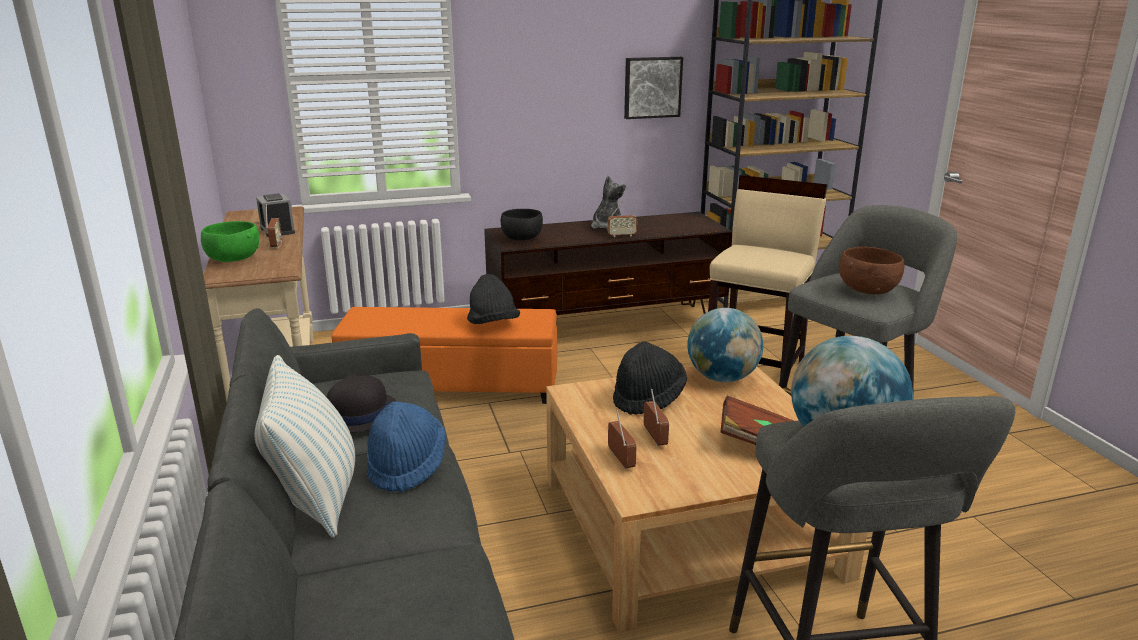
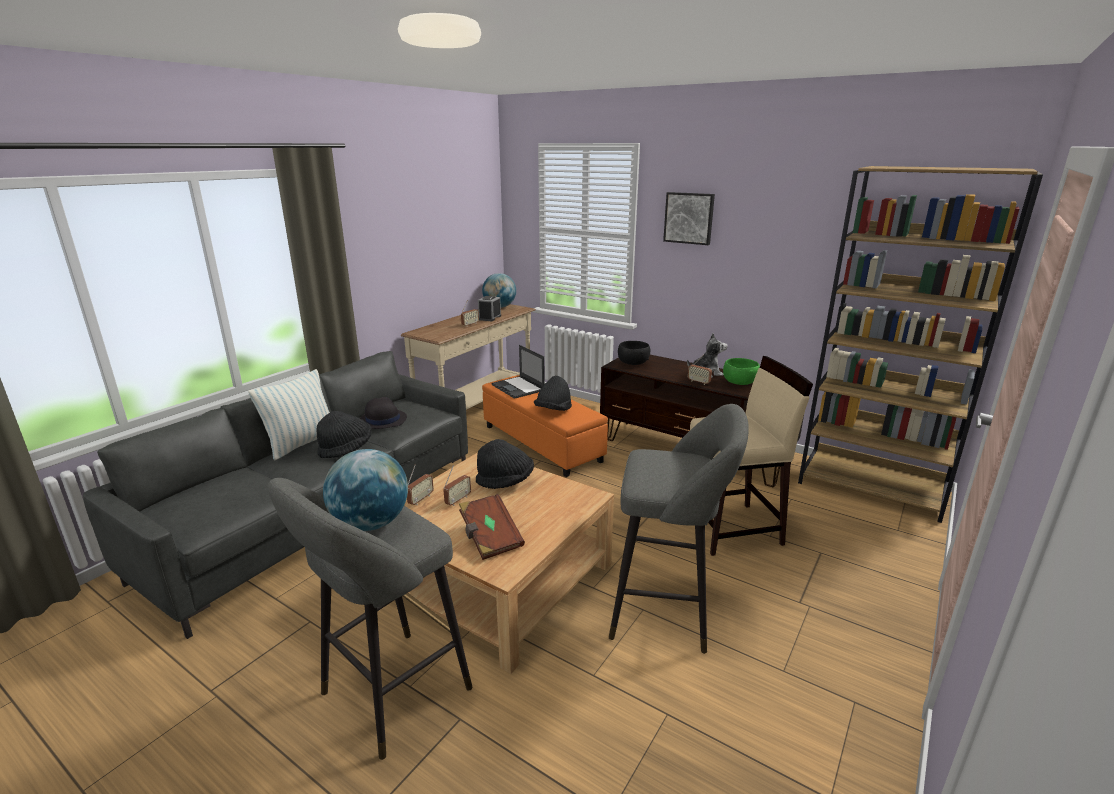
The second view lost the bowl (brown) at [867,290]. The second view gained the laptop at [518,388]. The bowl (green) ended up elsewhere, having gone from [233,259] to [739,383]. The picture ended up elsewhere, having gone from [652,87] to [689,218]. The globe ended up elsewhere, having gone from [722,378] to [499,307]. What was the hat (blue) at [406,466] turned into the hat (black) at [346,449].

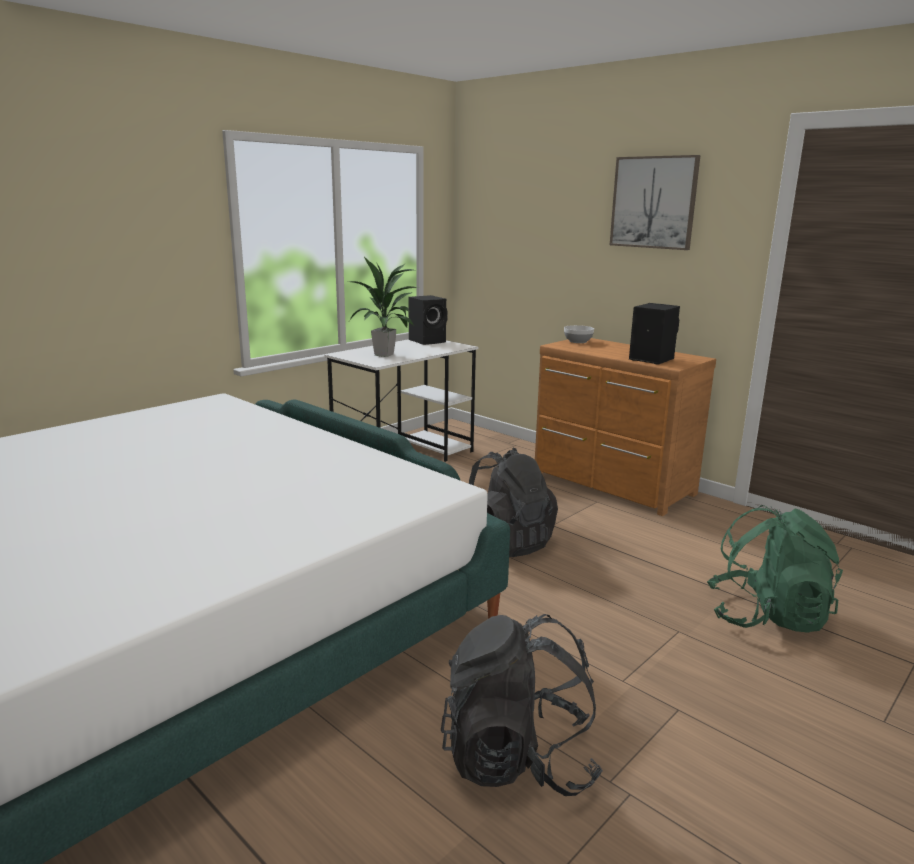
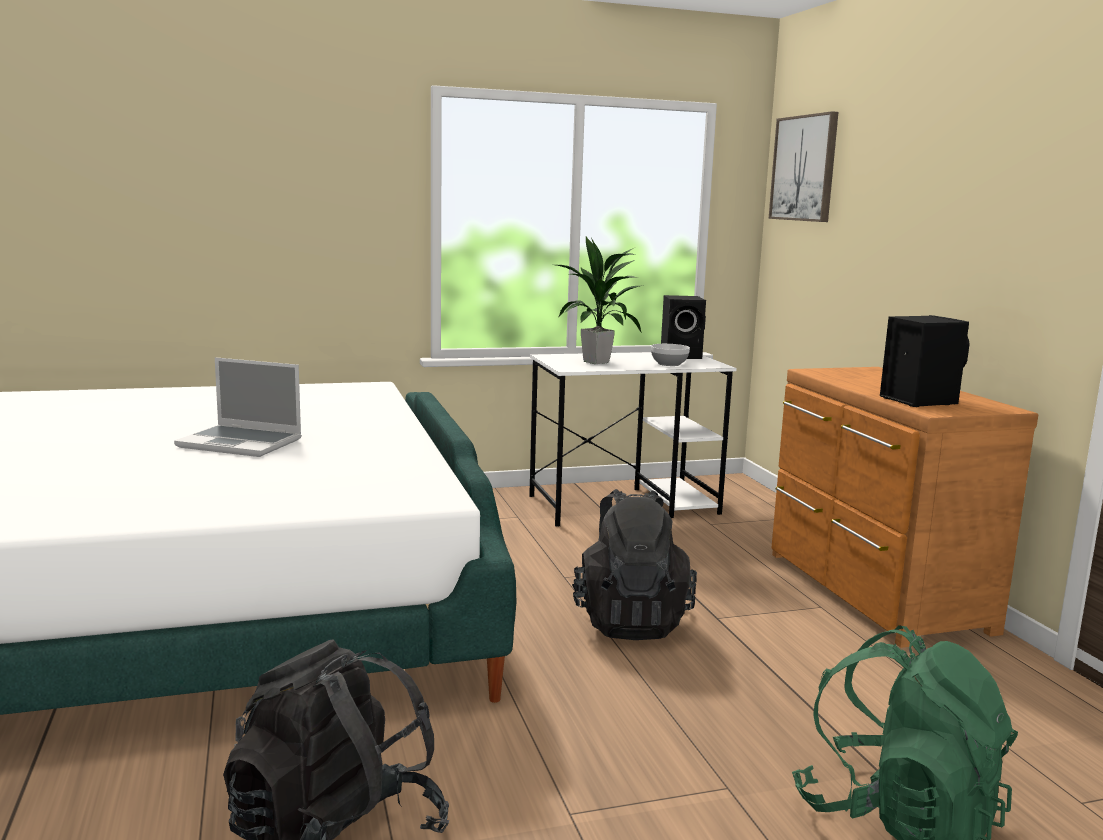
The second view gained the laptop at [242,443]. The bowl ended up elsewhere, having gone from [577,341] to [668,364]. The picture ended up elsewhere, having gone from [654,202] to [804,168].

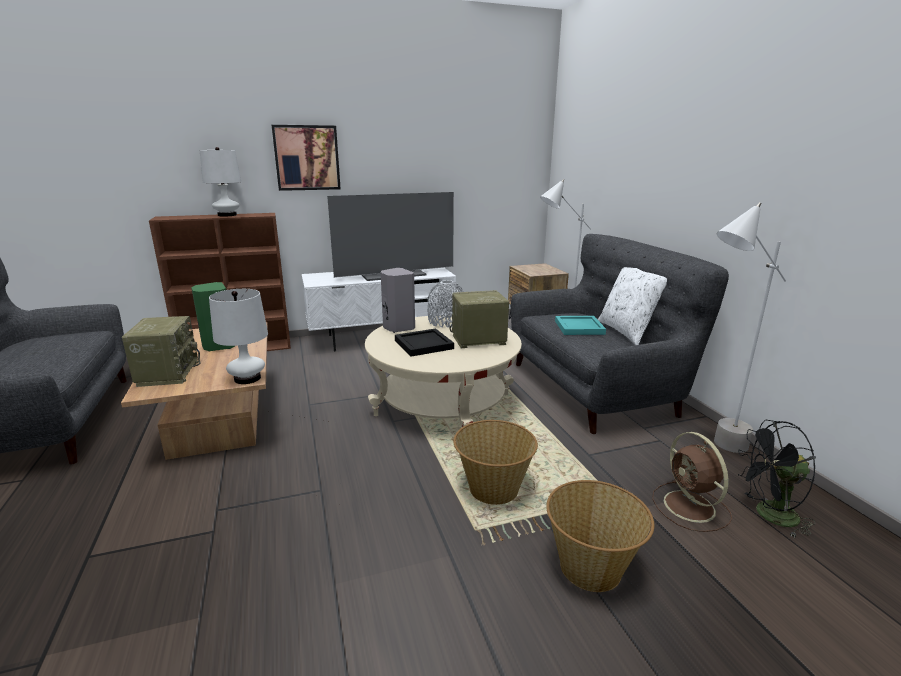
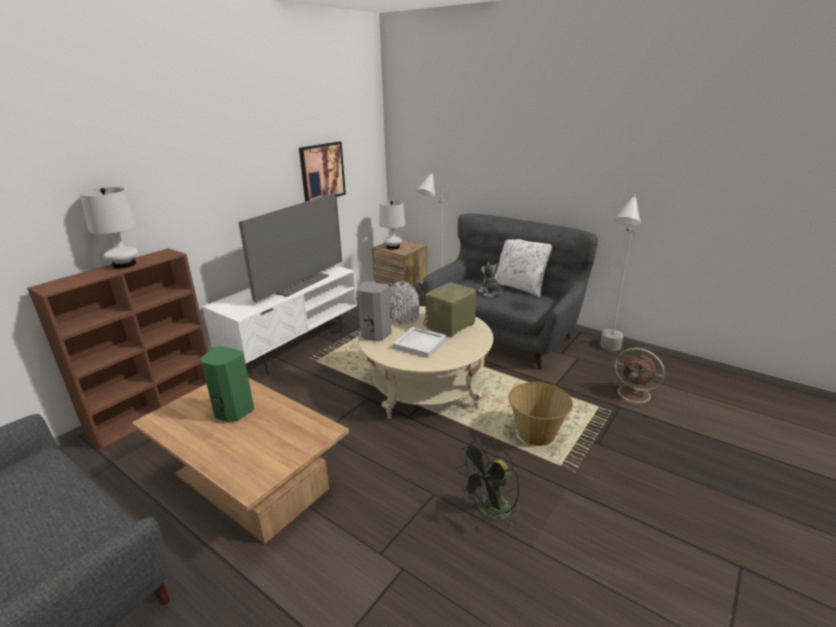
The second view lost the radio at [167,373]. The second view lost the basket at [591,568]. The table lamp (white) ended up elsewhere, having gone from [247,378] to [393,247]. The picture ended up elsewhere, having gone from [307,158] to [322,172]. The fan (black) ended up elsewhere, having gone from [769,516] to [490,513]. Where the tray (turquoise) stood at [578,328], the plush toy came to stand at [490,293]. What was the tray (black) at [423,345] turned into the tray (white) at [420,344].

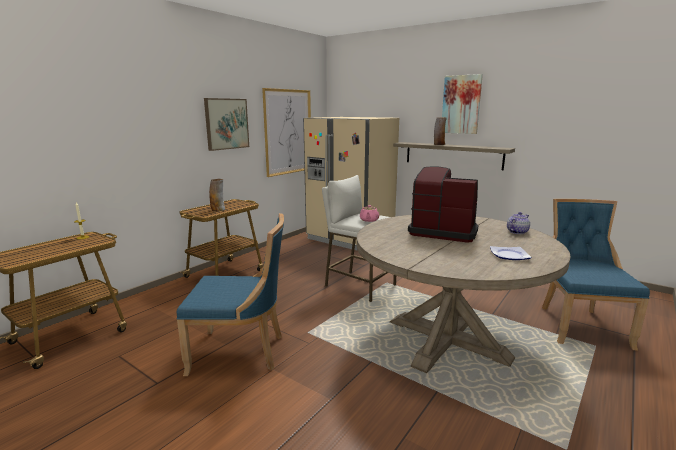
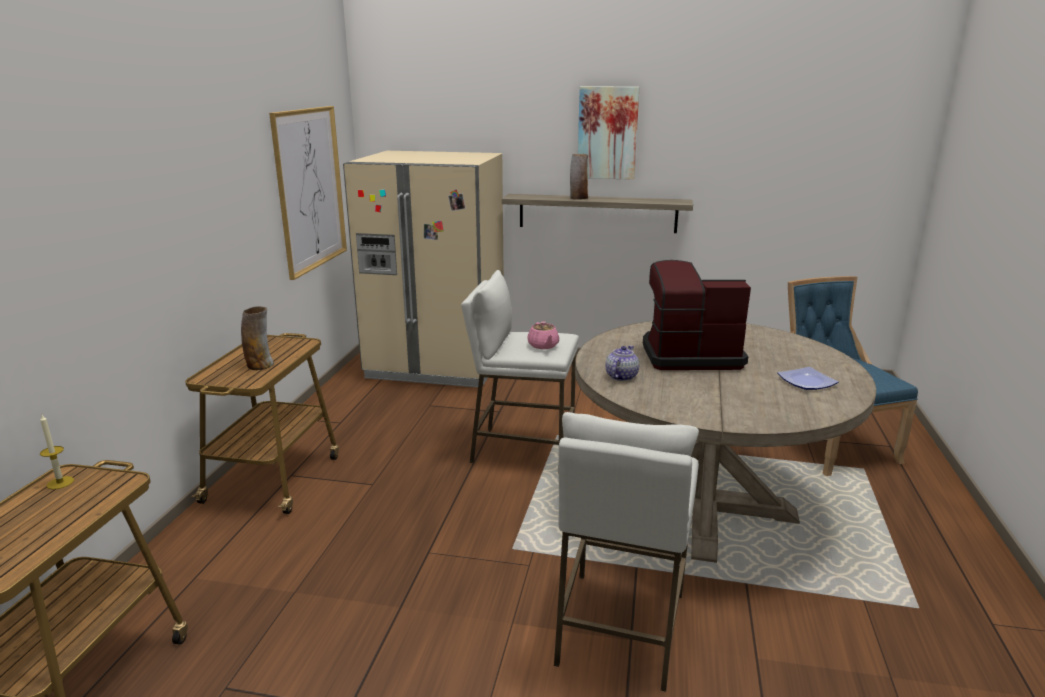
The second view lost the chair (blue) at [241,352]. The second view lost the picture at [226,124]. The second view gained the stool (white) at [620,628]. The teapot ended up elsewhere, having gone from [517,232] to [621,376].

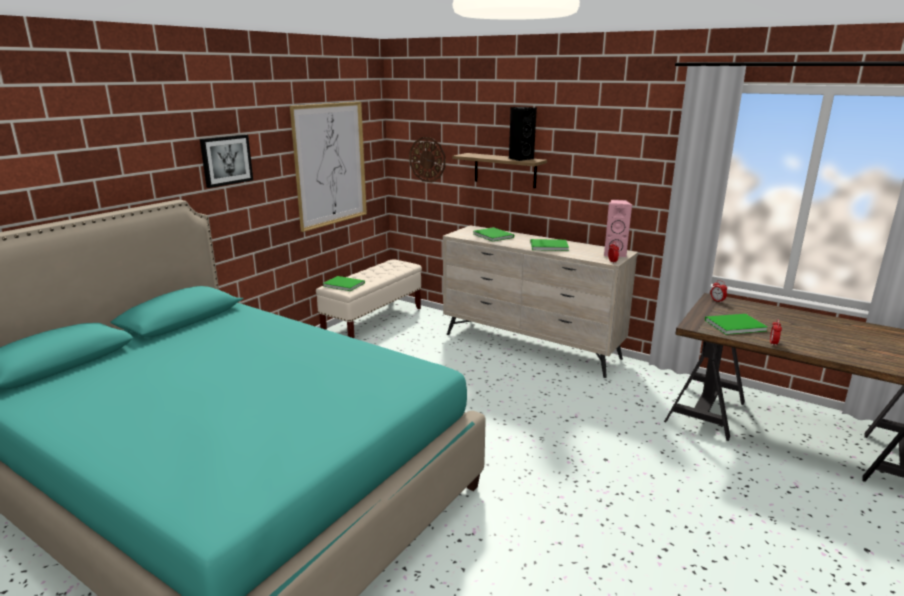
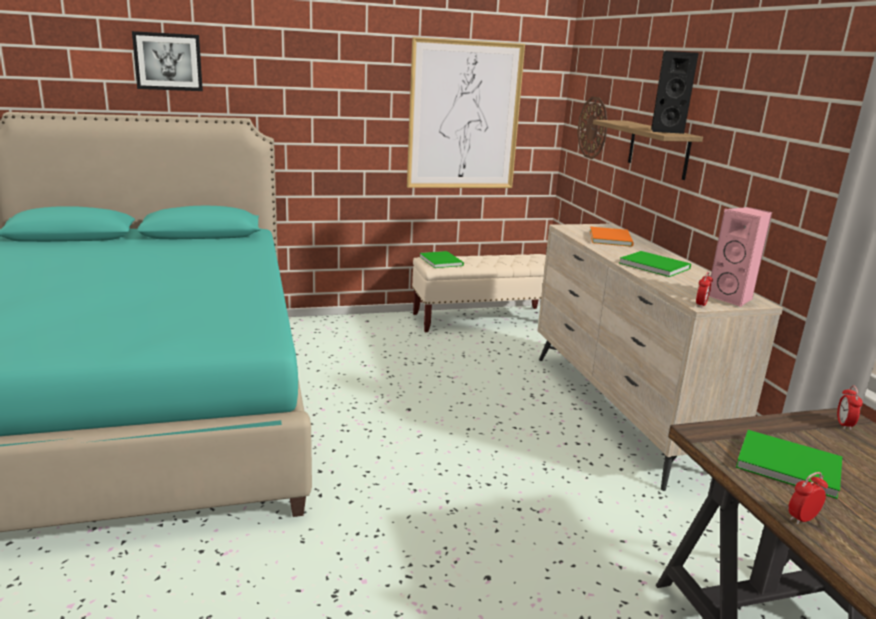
The picture ended up elsewhere, having gone from [226,160] to [168,61]. What was the book (green) at [493,235] turned into the book (orange) at [611,238].

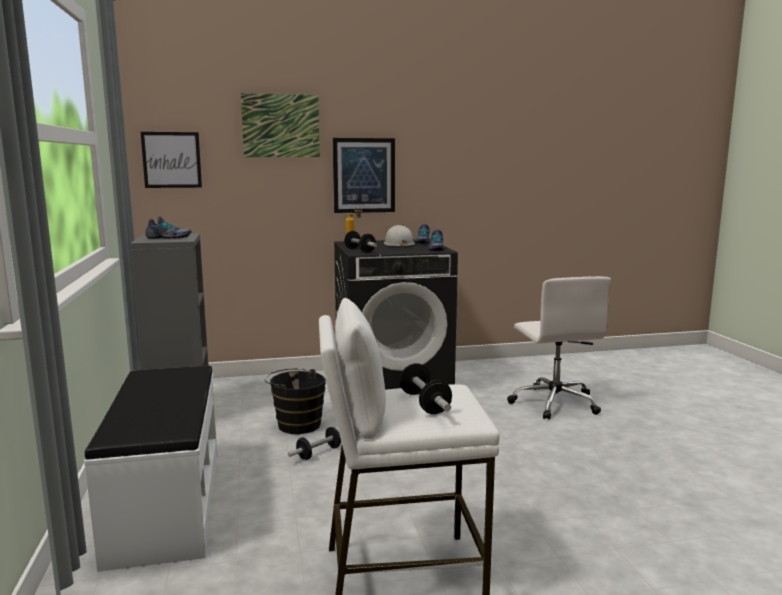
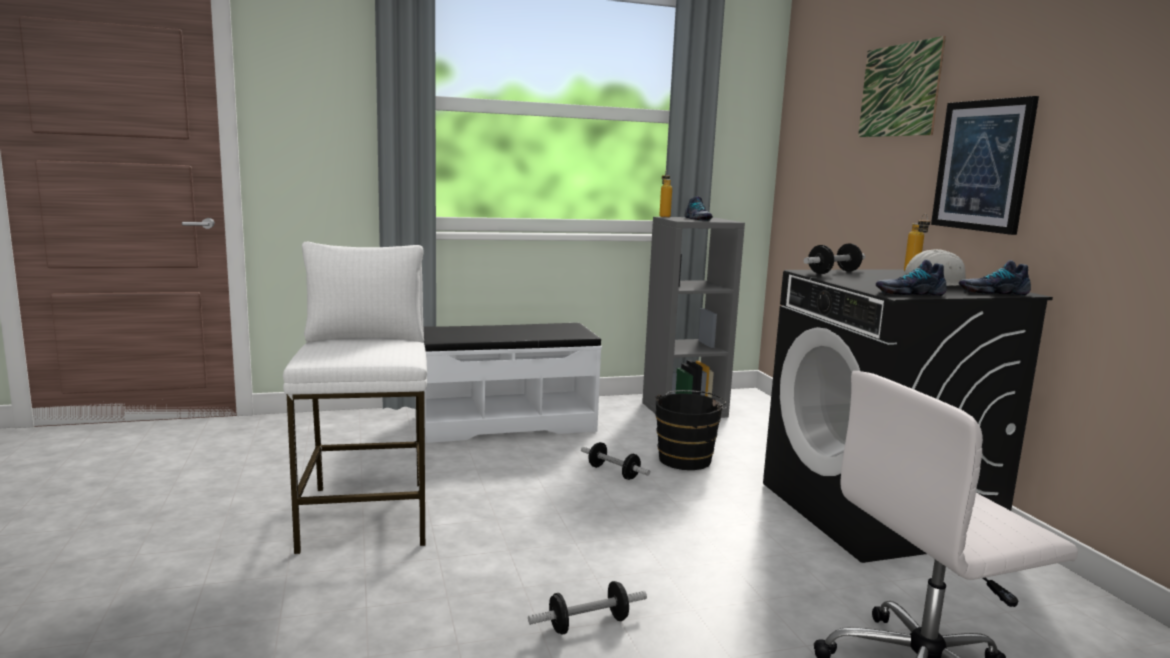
The second view lost the picture at [171,160]. The second view gained the bottle at [664,216]. The dumbbell ended up elsewhere, having gone from [424,403] to [588,624].

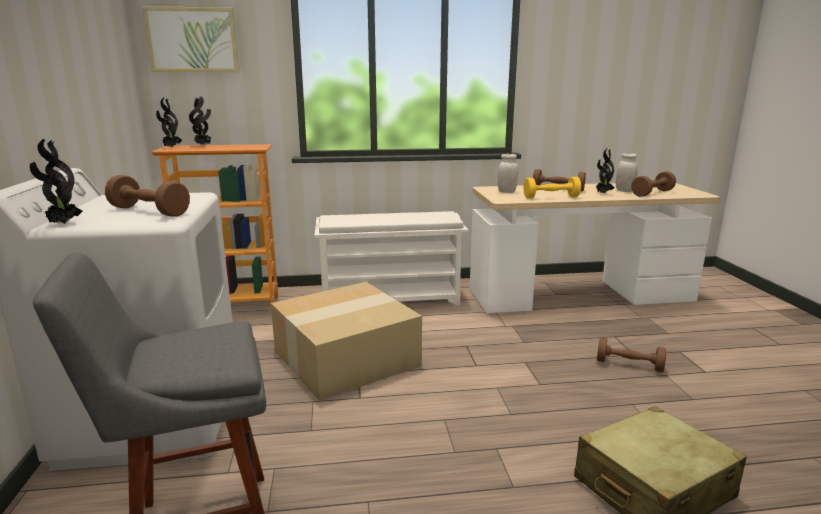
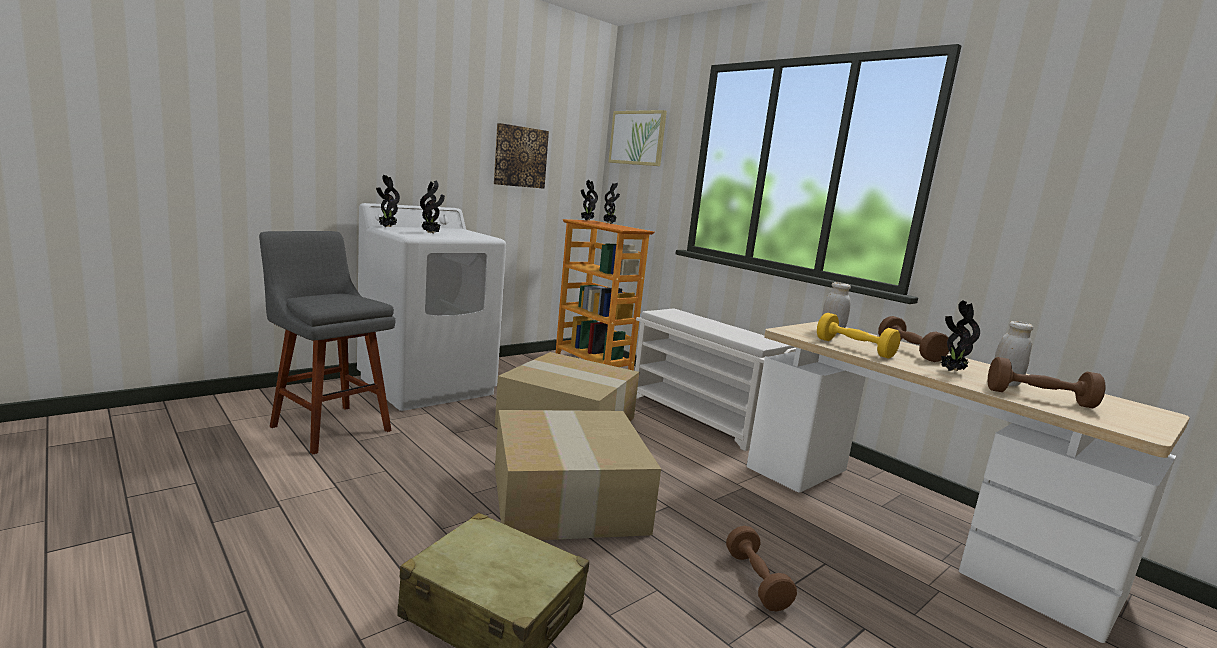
The second view gained the picture at [520,157]. The second view gained the cardboard box at [564,497]. Where the dumbbell (brown) stood at [149,211], the potted plant came to stand at [431,233].

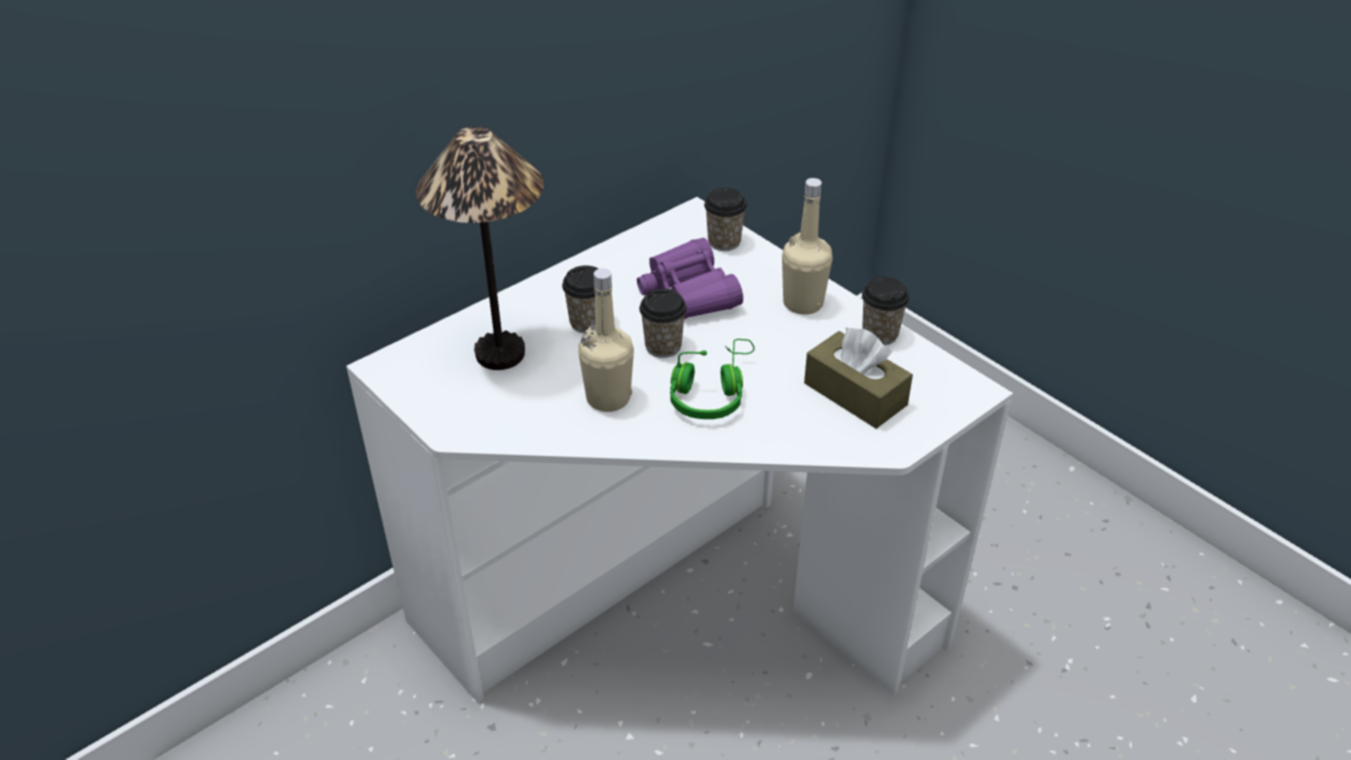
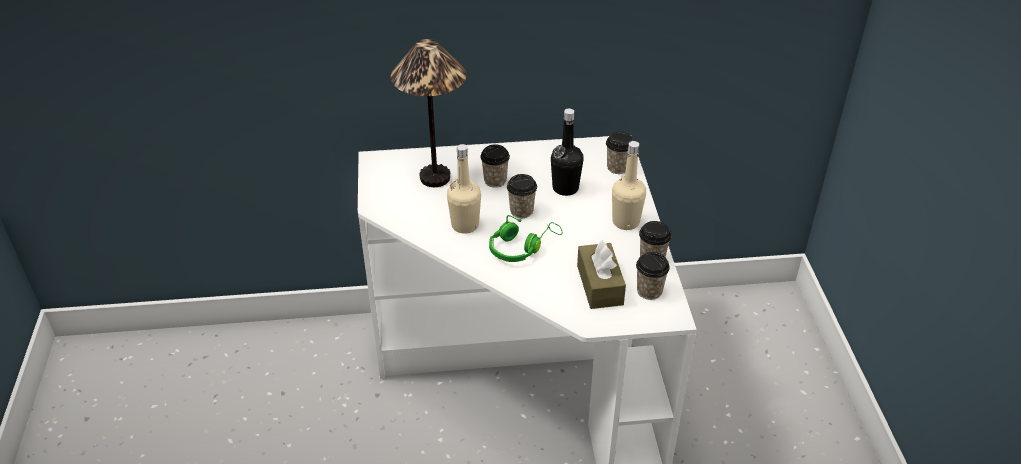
The second view gained the cup at [649,291]. Where the binoculars (purple) stood at [687,294], the bottle (black) came to stand at [565,188].

